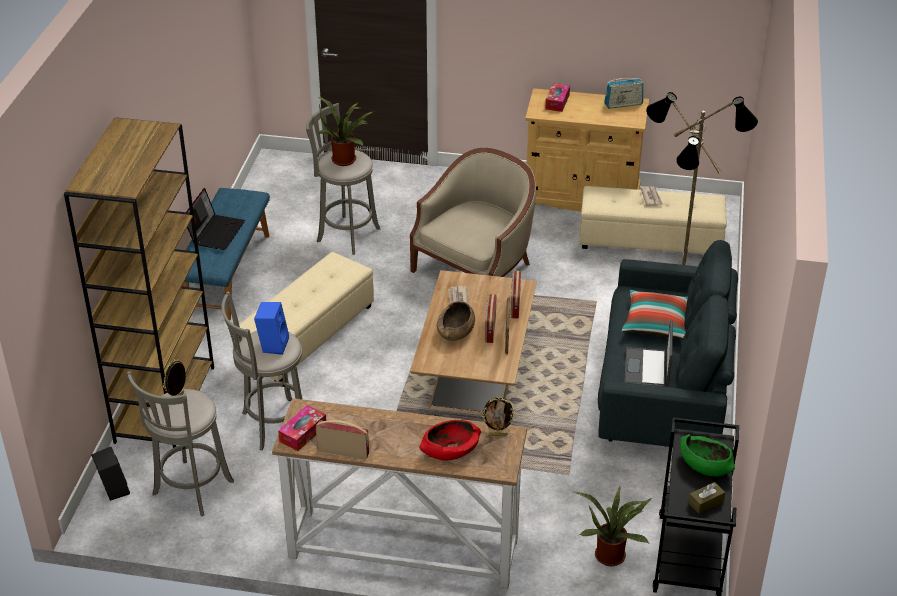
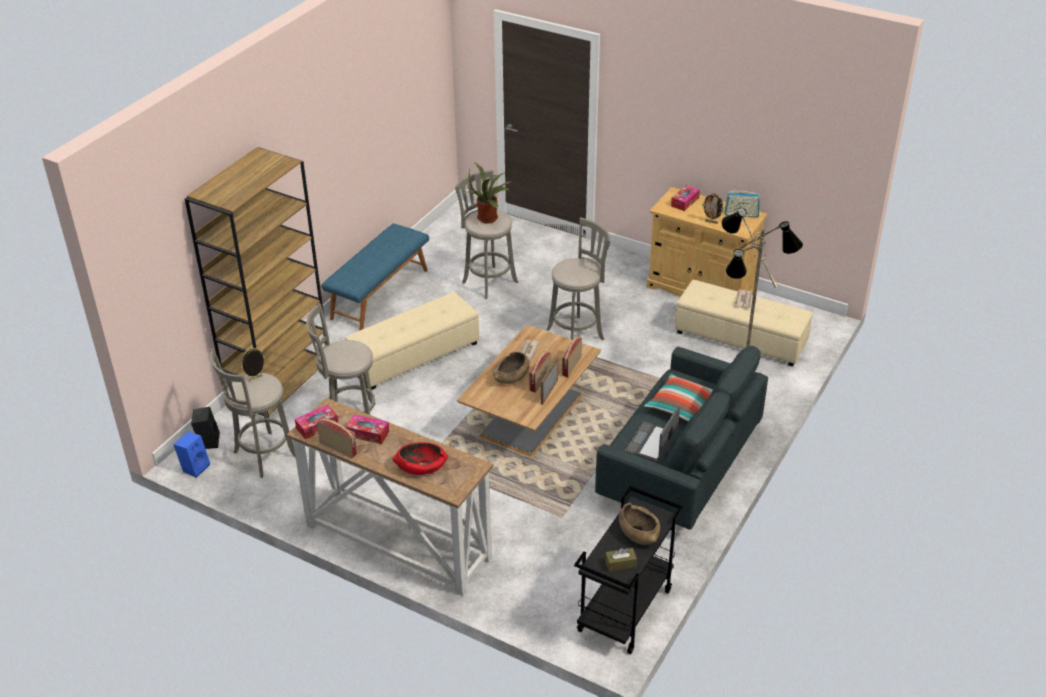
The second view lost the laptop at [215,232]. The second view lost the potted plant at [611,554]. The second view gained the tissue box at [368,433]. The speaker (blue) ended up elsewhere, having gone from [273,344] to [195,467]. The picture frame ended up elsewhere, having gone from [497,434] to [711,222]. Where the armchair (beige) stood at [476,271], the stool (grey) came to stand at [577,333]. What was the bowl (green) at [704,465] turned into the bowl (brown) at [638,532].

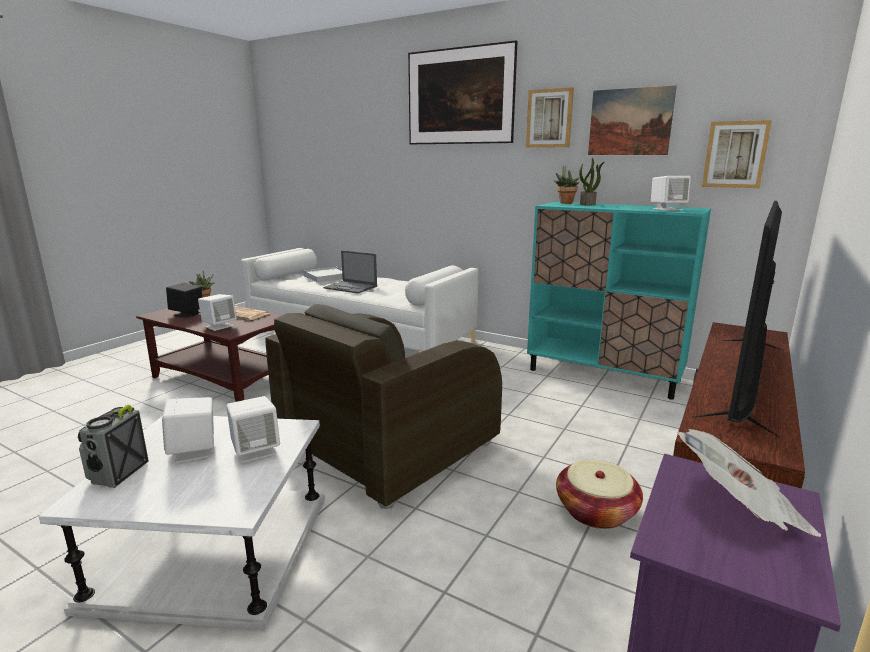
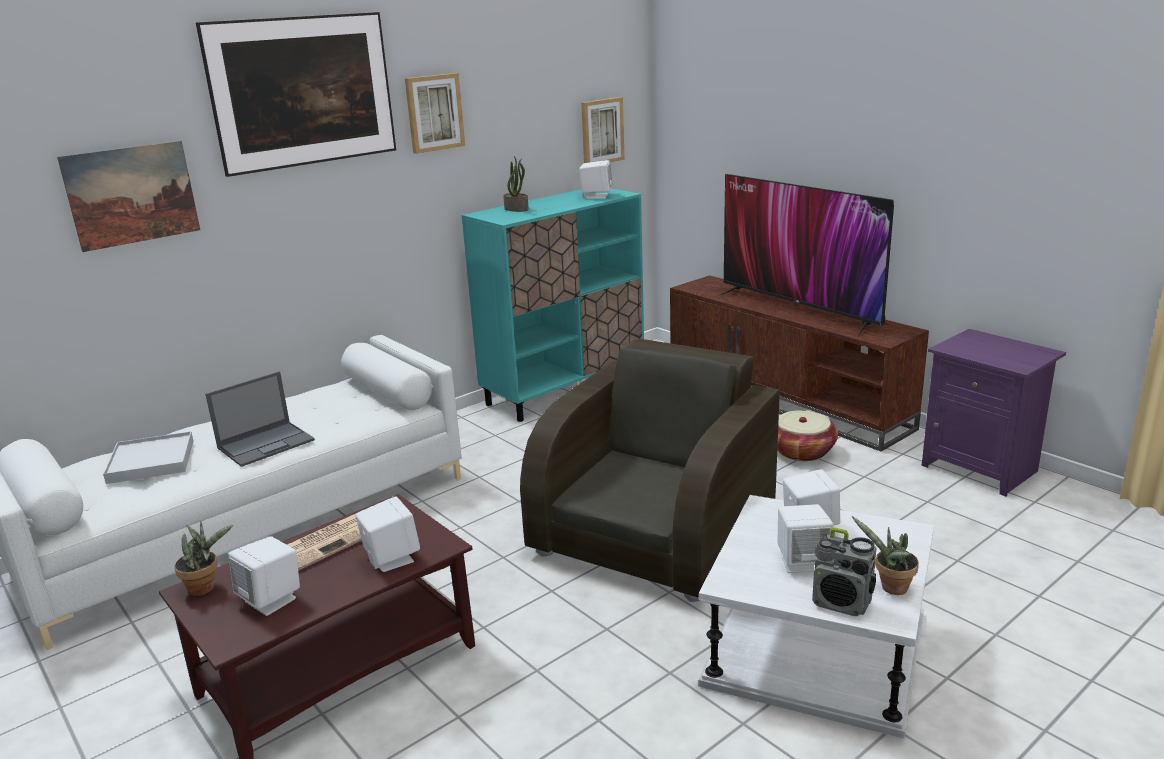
The second view lost the newspaper at [740,510]. The potted plant ended up elsewhere, having gone from [565,203] to [890,588]. The picture ended up elsewhere, having gone from [630,122] to [132,195]. What was the speaker (black) at [187,314] turned into the speaker (white) at [271,600]. The armchair (brown) at [387,446] ended up facing another way, 120 degrees counterclockwise from before.

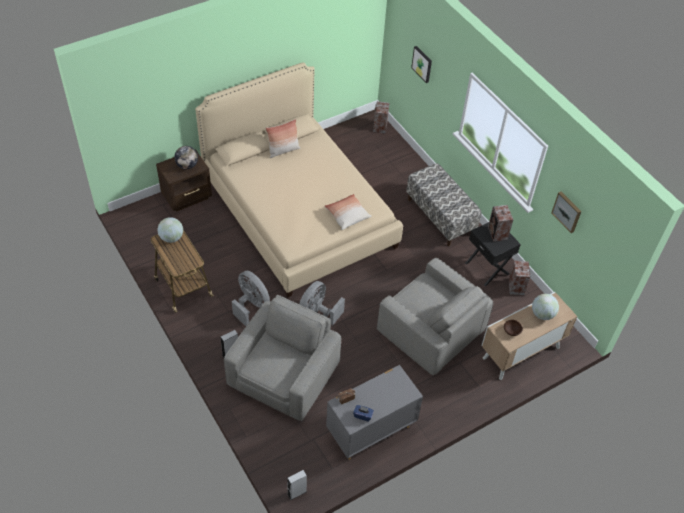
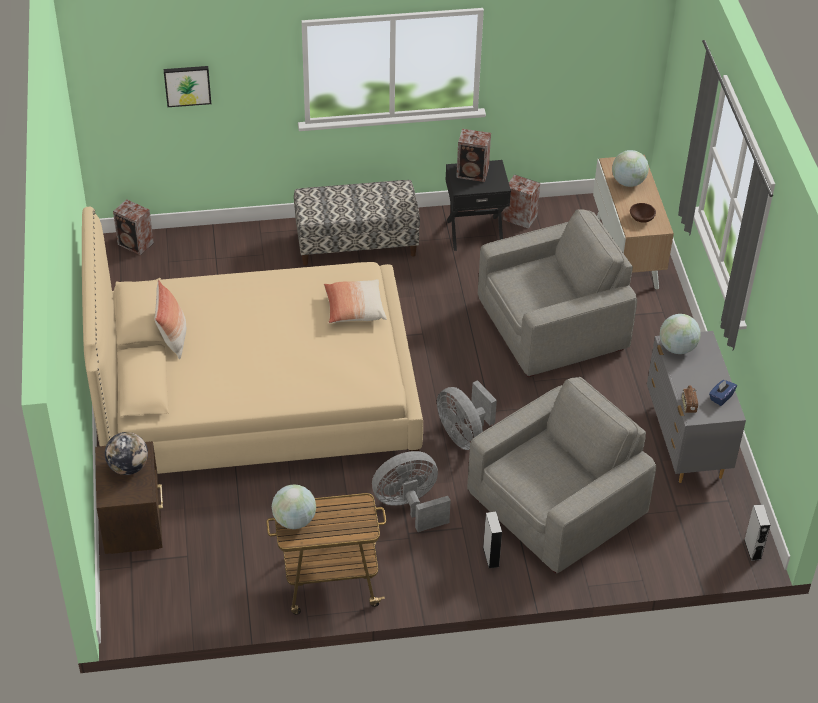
The second view lost the picture at [567,211]. The second view gained the globe at [677,348]. The armchair (grey) at [283,375] ended up facing another way, 90 degrees clockwise from before.

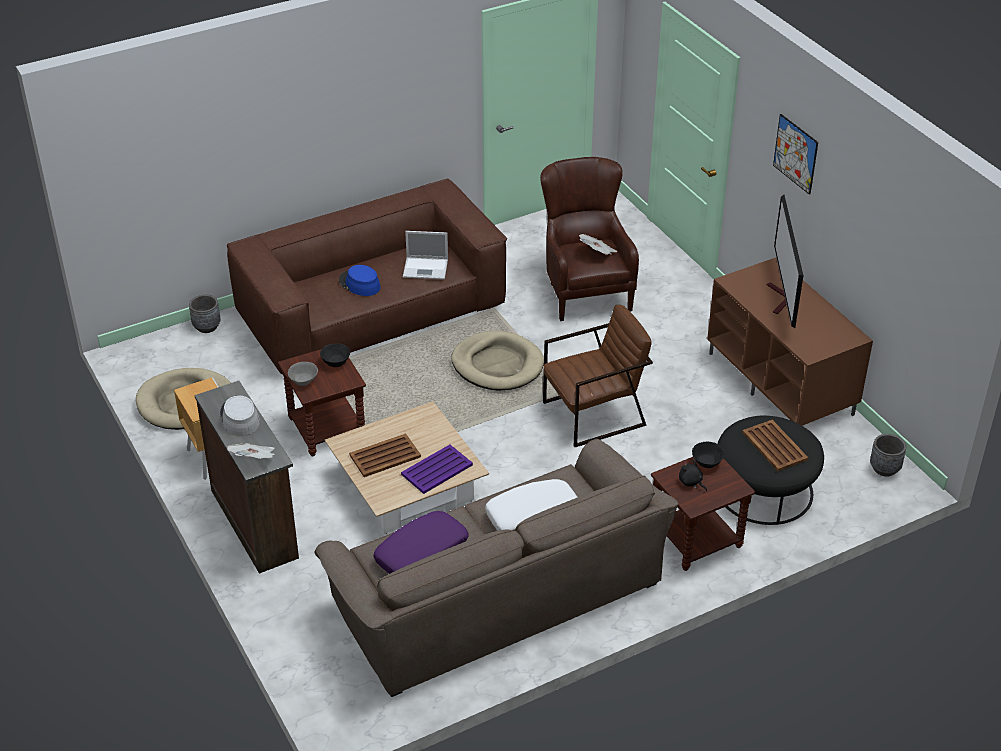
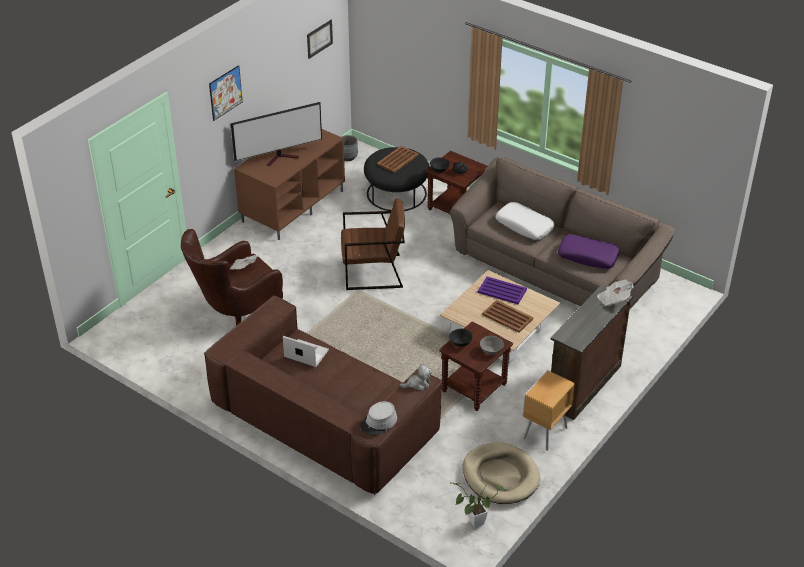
The second view lost the planter (grey) at [207,327]. The second view lost the hat (blue) at [359,284]. The second view lost the dog bed (beige) at [497,365]. The second view gained the picture at [319,39]. The second view gained the plush toy at [417,384]. The second view gained the potted plant at [473,524]. The hat (grey) ended up elsewhere, having gone from [239,418] to [378,422]. The laptop at [426,268] ended up facing another way, 45 degrees counterclockwise from before. The armchair (brown) at [594,414] ended up facing another way, 135 degrees clockwise from before.

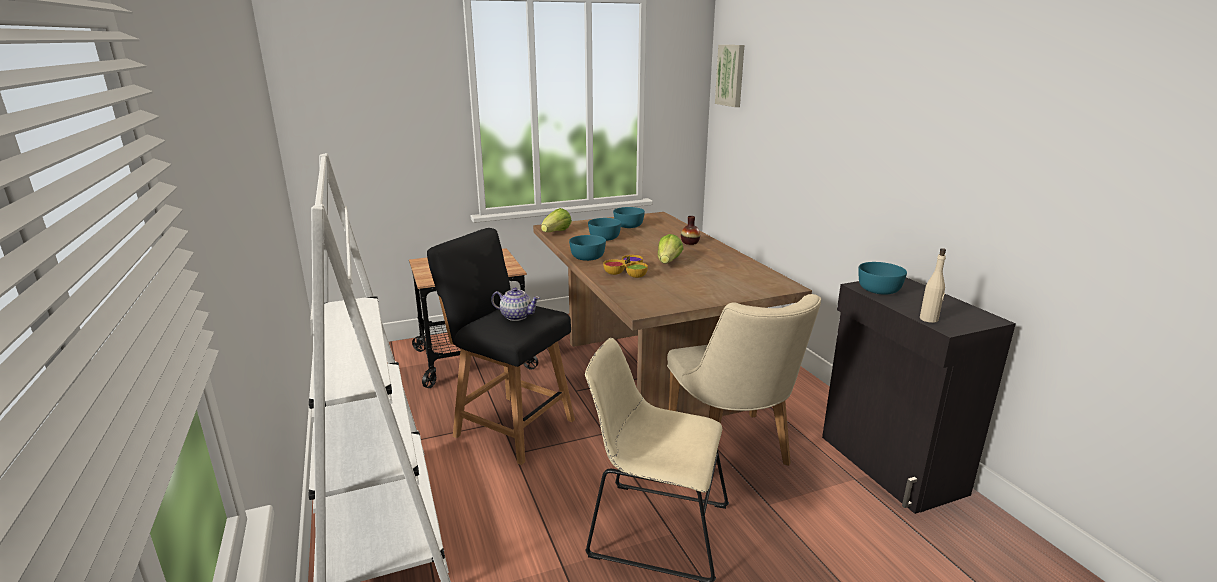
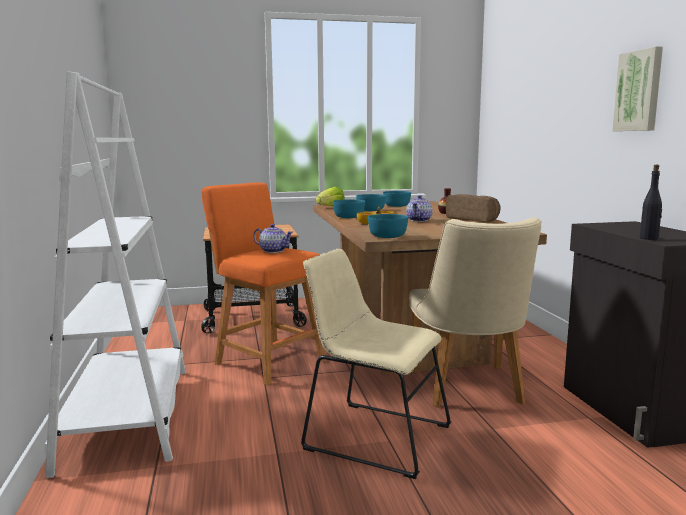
The second view gained the bread at [473,219]. The picture ended up elsewhere, having gone from [731,75] to [639,91]. The bowl (turquoise) ended up elsewhere, having gone from [878,289] to [387,236]. Where the lettuce stood at [668,262], the teapot came to stand at [419,220]. What was the stool (black) at [510,426] turned into the stool (orange) at [267,360]. What was the bottle (beige) at [929,319] turned into the bottle (black) at [649,238].

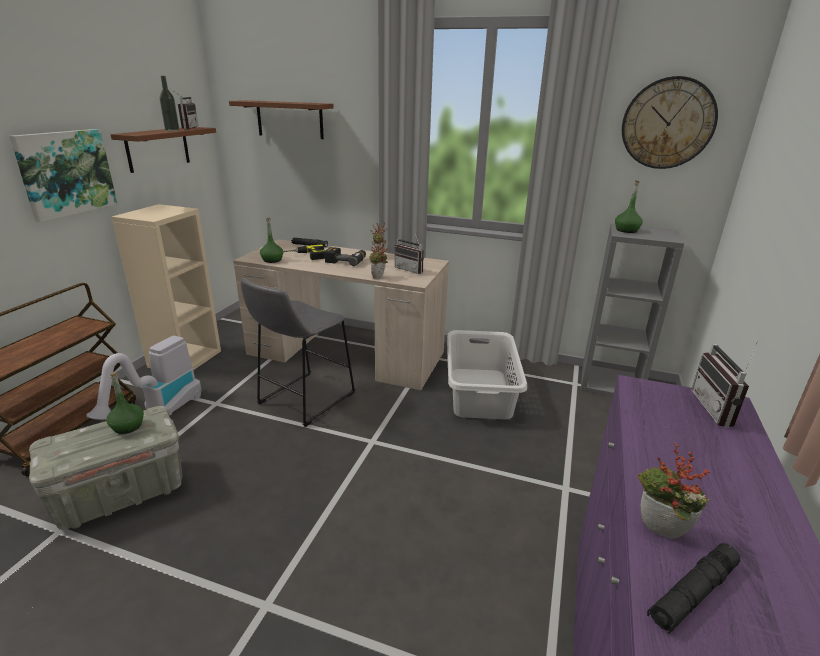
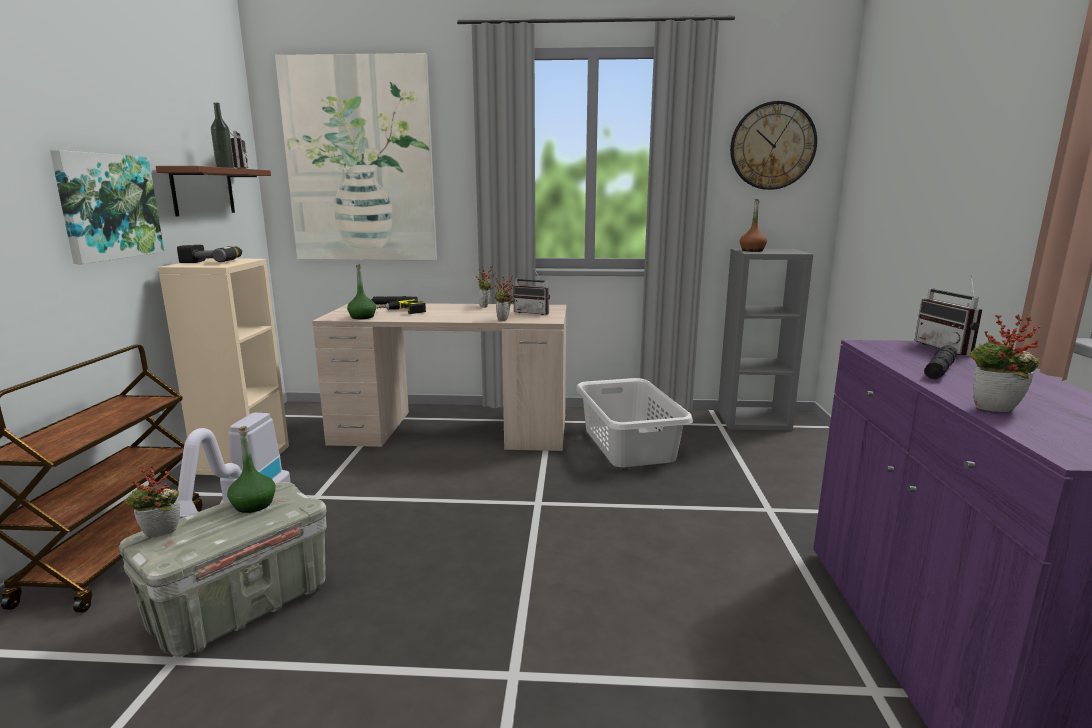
The second view lost the stool (grey) at [302,400]. The second view gained the potted plant at [160,535]. The power drill ended up elsewhere, having gone from [346,261] to [213,261]. The flashlight (black) ended up elsewhere, having gone from [692,593] to [939,370]. Where the shelf (brown) hung at [289,119], the picture came to hang at [360,161]. What was the bottle (green) at [626,230] turned into the bottle (brown) at [752,250].

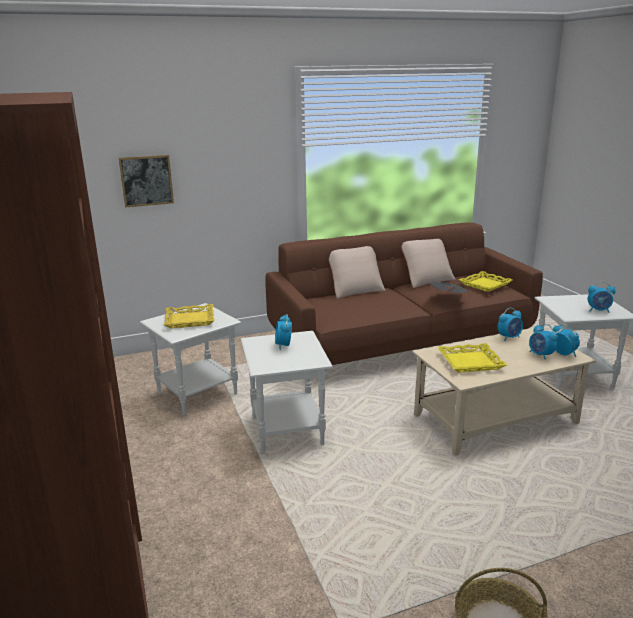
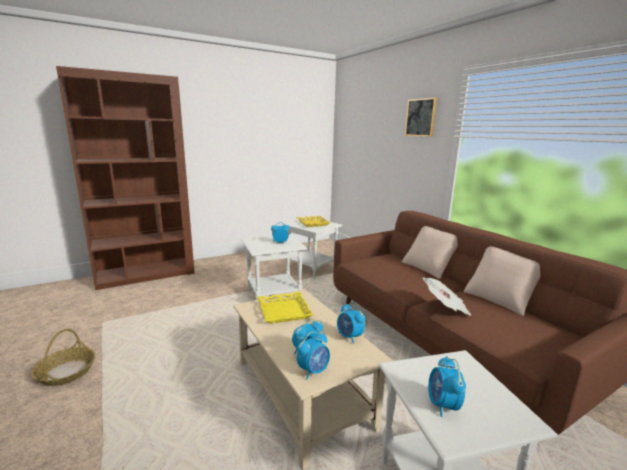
The second view lost the tray (yellow) at [485,284]. The picture ended up elsewhere, having gone from [146,180] to [421,117].

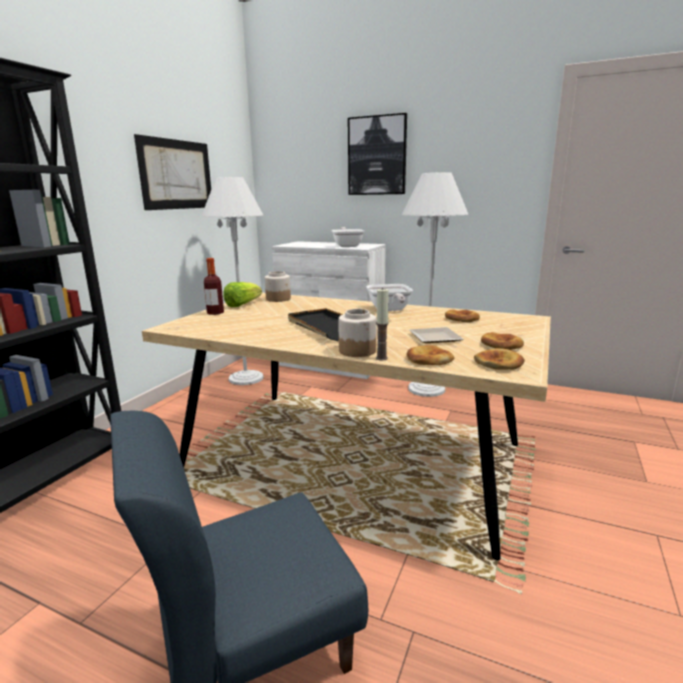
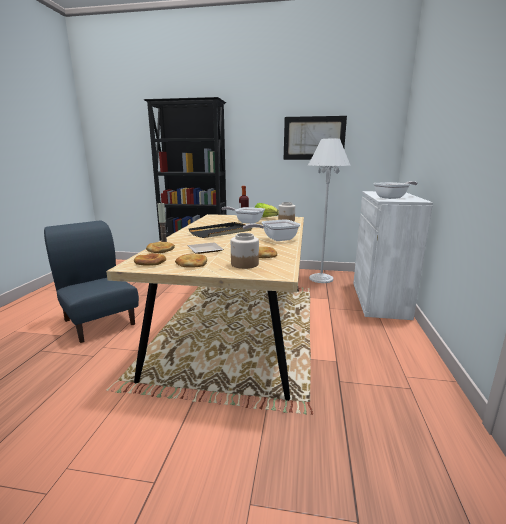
The second view lost the picture at [377,156]. The second view lost the floor lamp (white) at [426,389]. The second view gained the frying pan at [246,222]. The jar ended up elsewhere, having gone from [357,351] to [245,264].

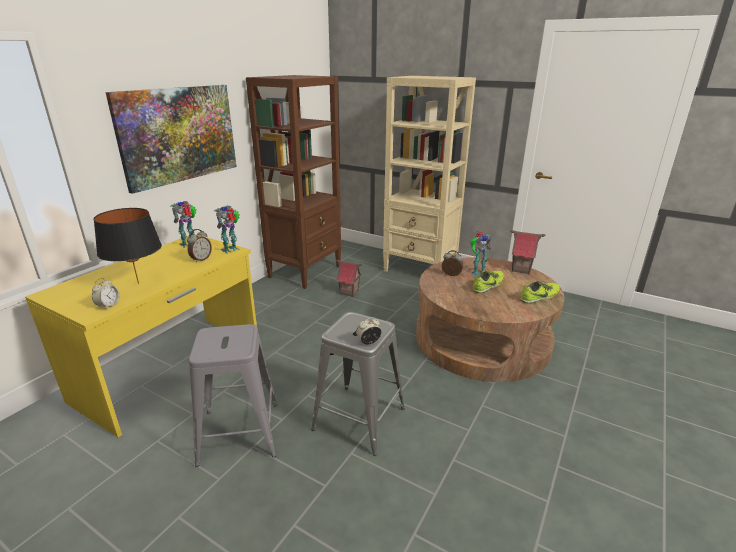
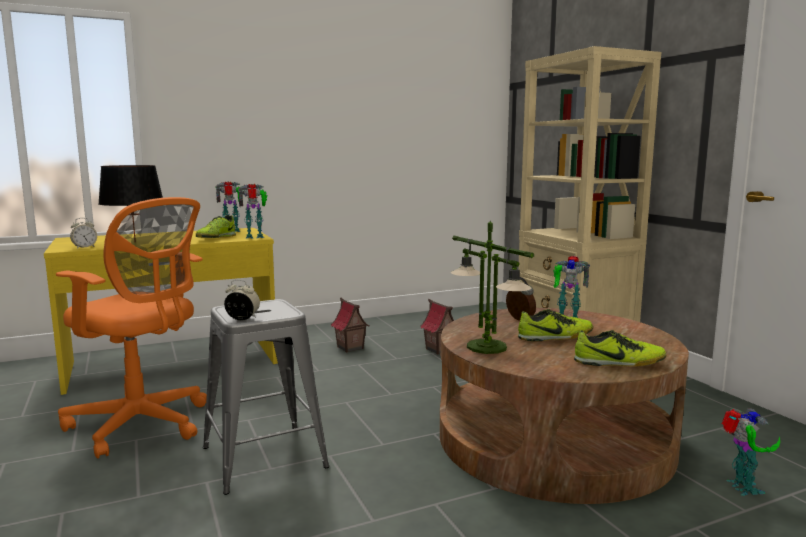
The second view lost the picture at [179,135]. The second view lost the bookcase (brown) at [305,271]. The second view gained the table lamp at [487,347]. The second view gained the toy robot at [742,488]. The toy house ended up elsewhere, having gone from [521,269] to [350,348]. Where the alarm clock stood at [201,259], the shoe came to stand at [216,238]. Where the stool (grey) stood at [239,432], the office chair (orange) came to stand at [143,425].

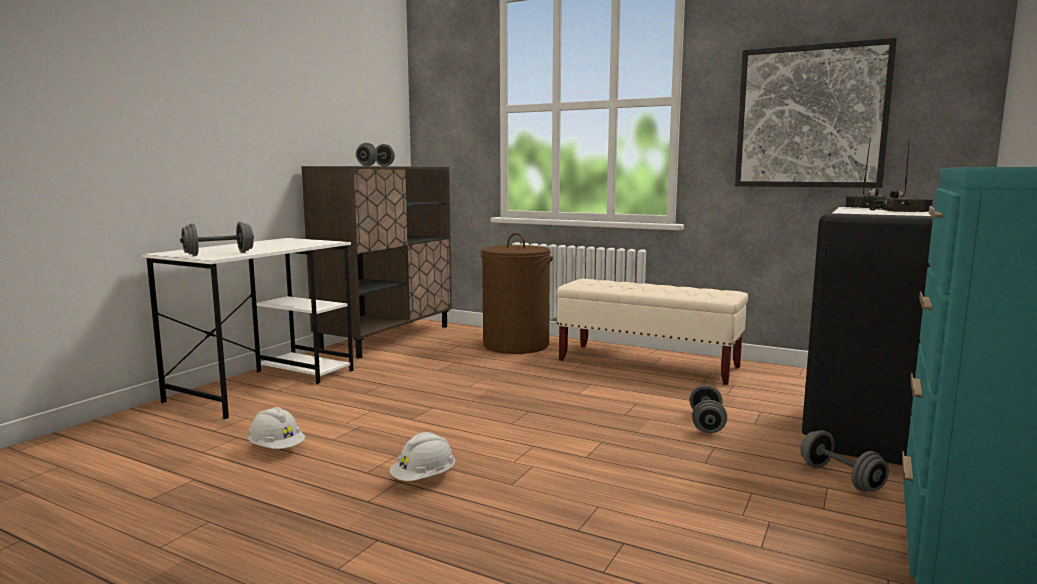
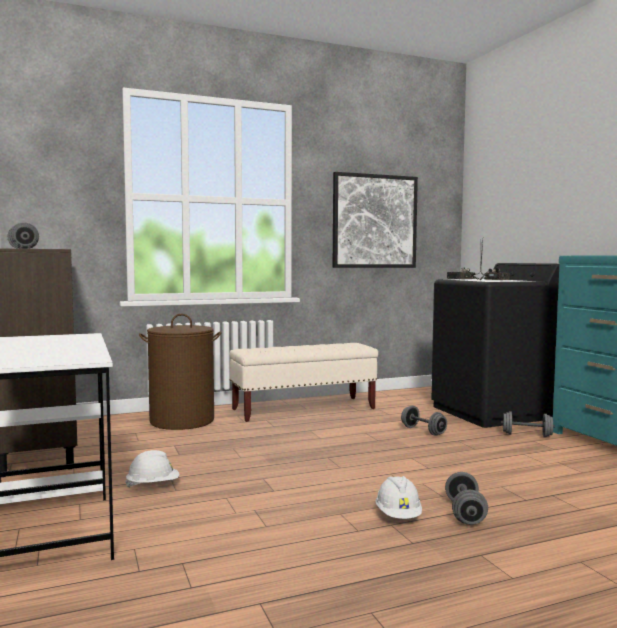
The dumbbell (grey) ended up elsewhere, having gone from [219,254] to [465,513]. The hard hat (white) ended up elsewhere, having gone from [277,448] to [153,485].

